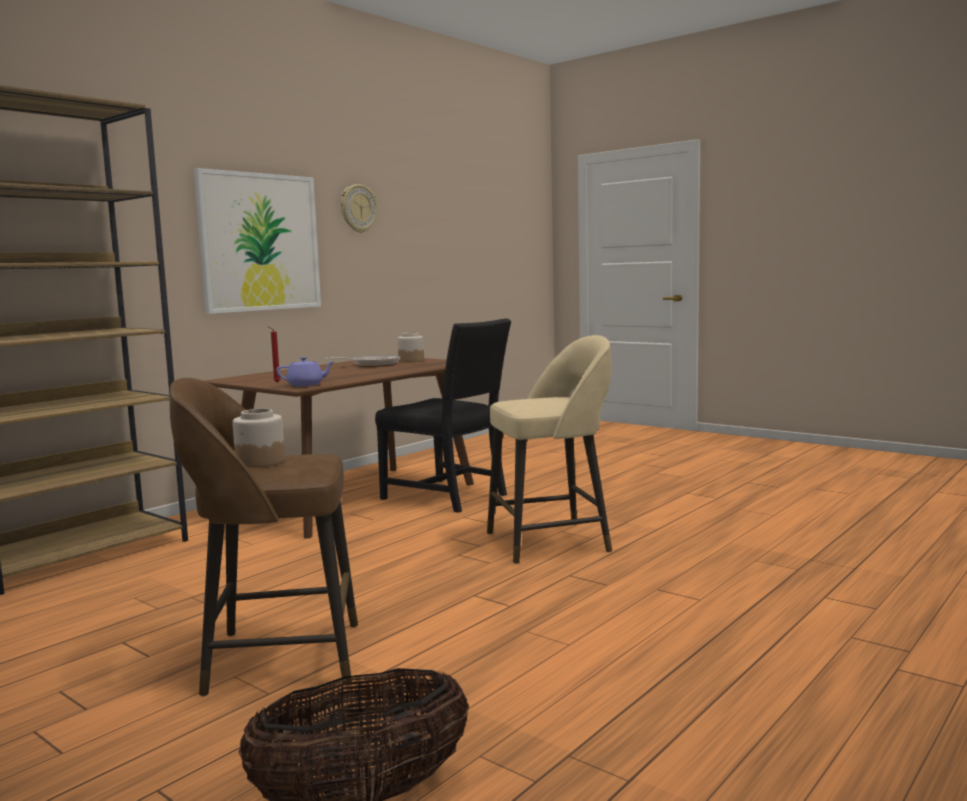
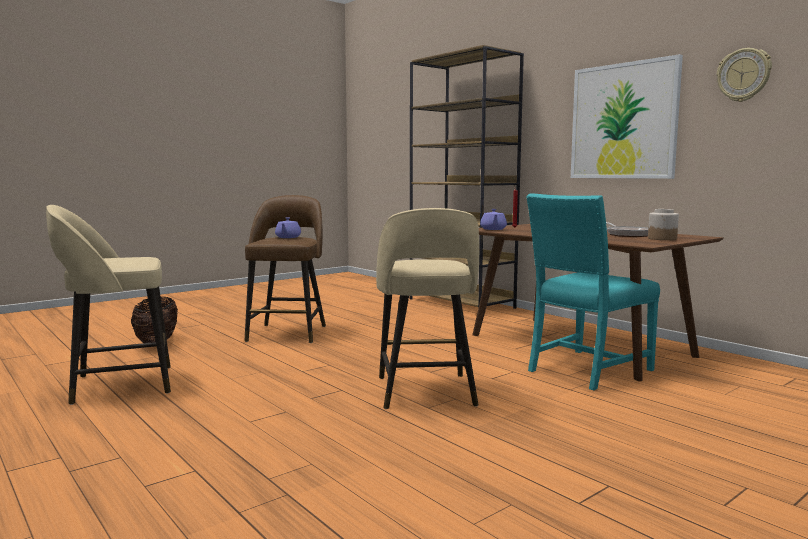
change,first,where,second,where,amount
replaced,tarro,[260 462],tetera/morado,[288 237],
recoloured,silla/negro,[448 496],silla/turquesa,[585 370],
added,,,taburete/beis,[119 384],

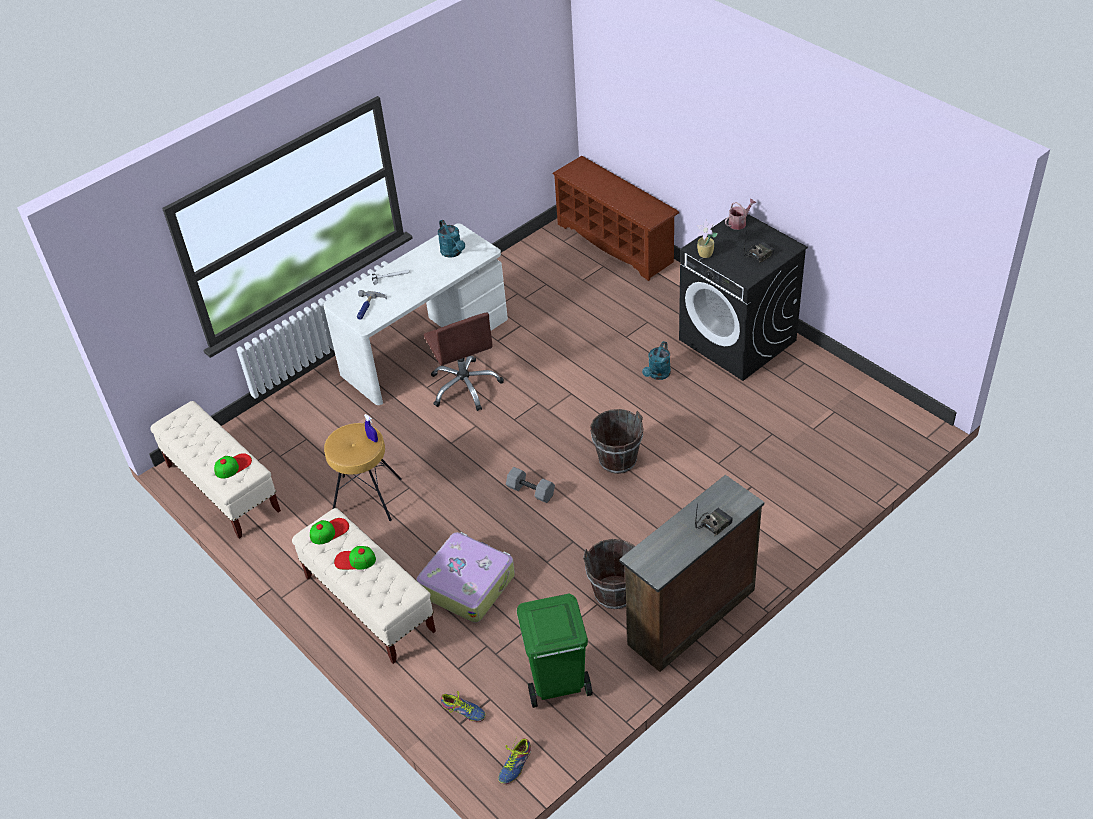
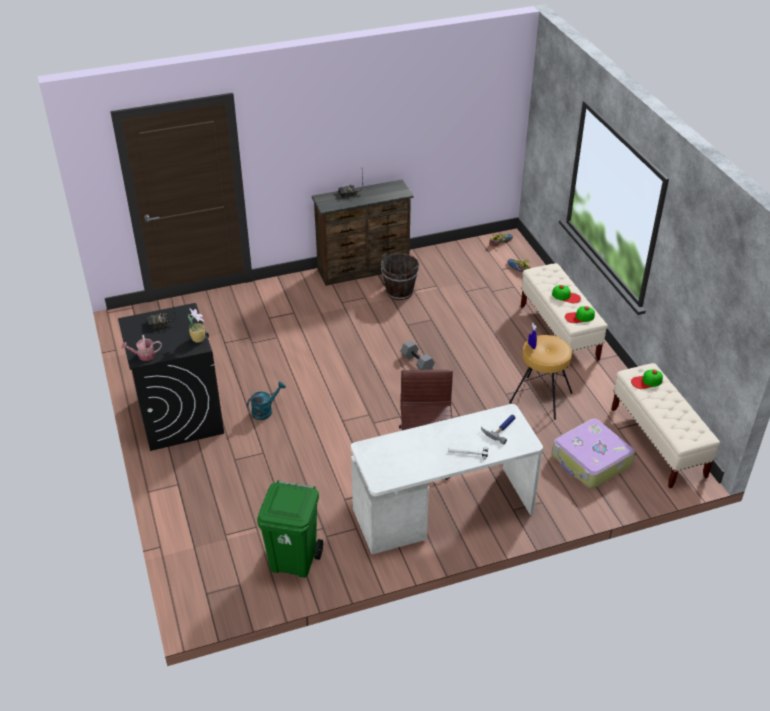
change,first,where,second,where,amount
moved,maleta,[467 584],,[590 461],
removed,regadera/turquesa,[453 253],,,
moved,papelera/verde,[557 684],,[294 561],
removed,zapatero/marrón,[616 243],,,
removed,cubo/marrón,[617 460],,,

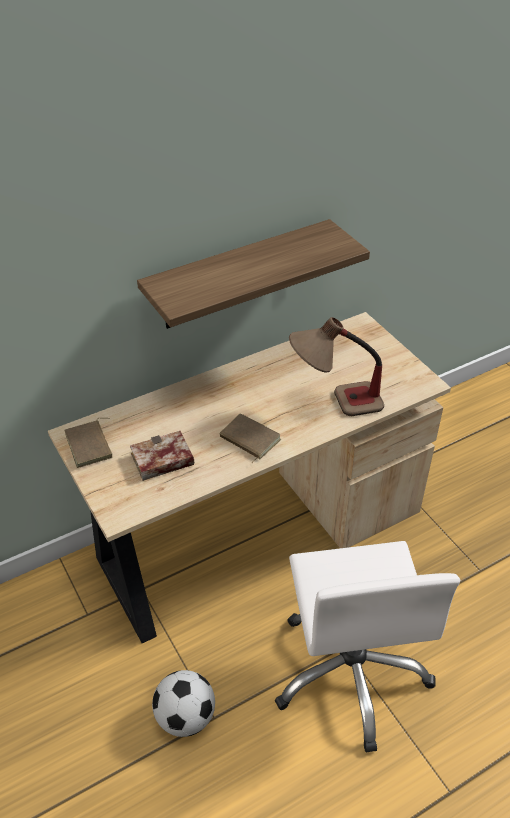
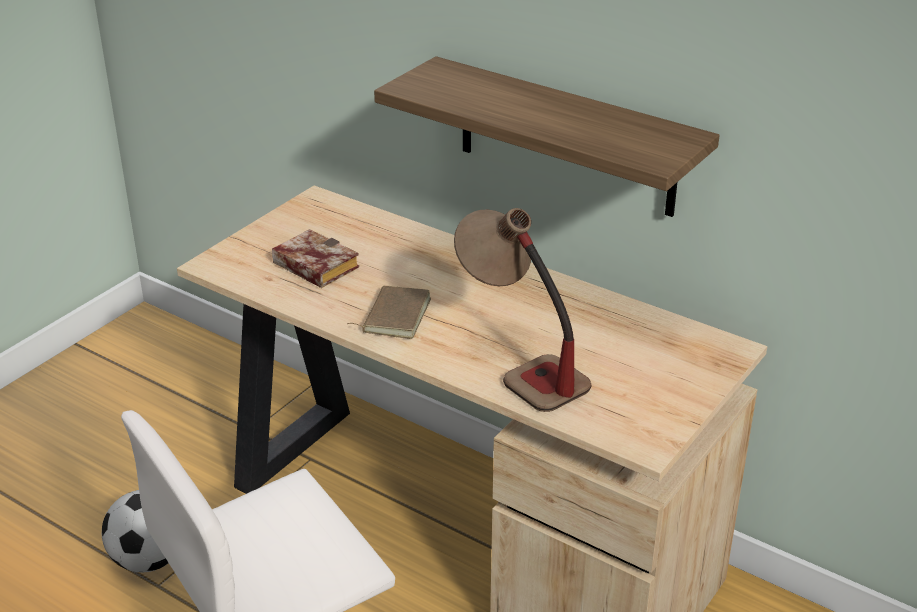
change,first,where,second,where,amount
removed,libro/marrón,[90 445],,,

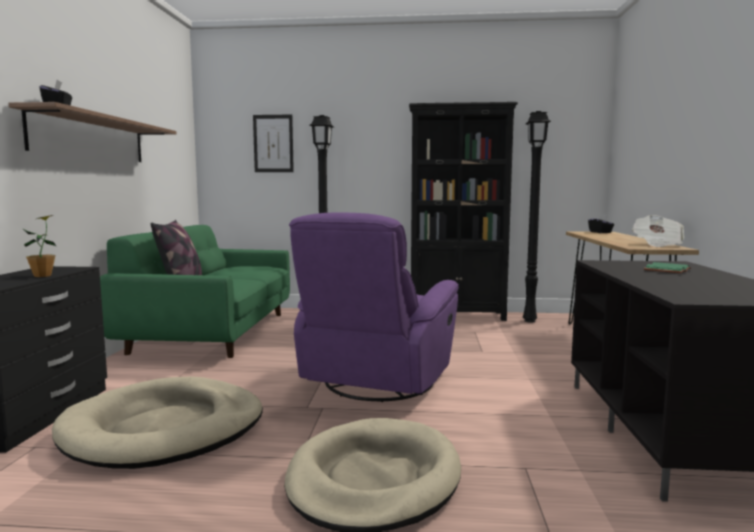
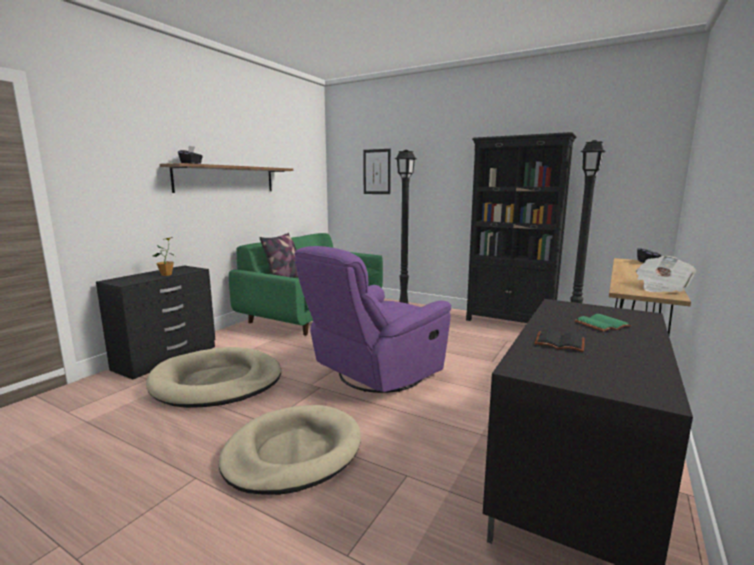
change,first,where,second,where,amount
added,,,libro/negro,[560 342],

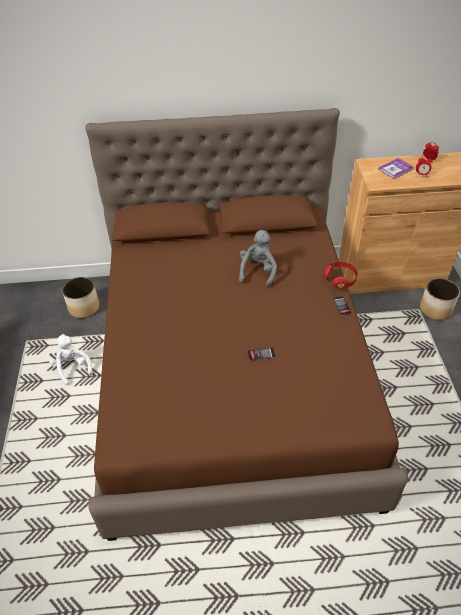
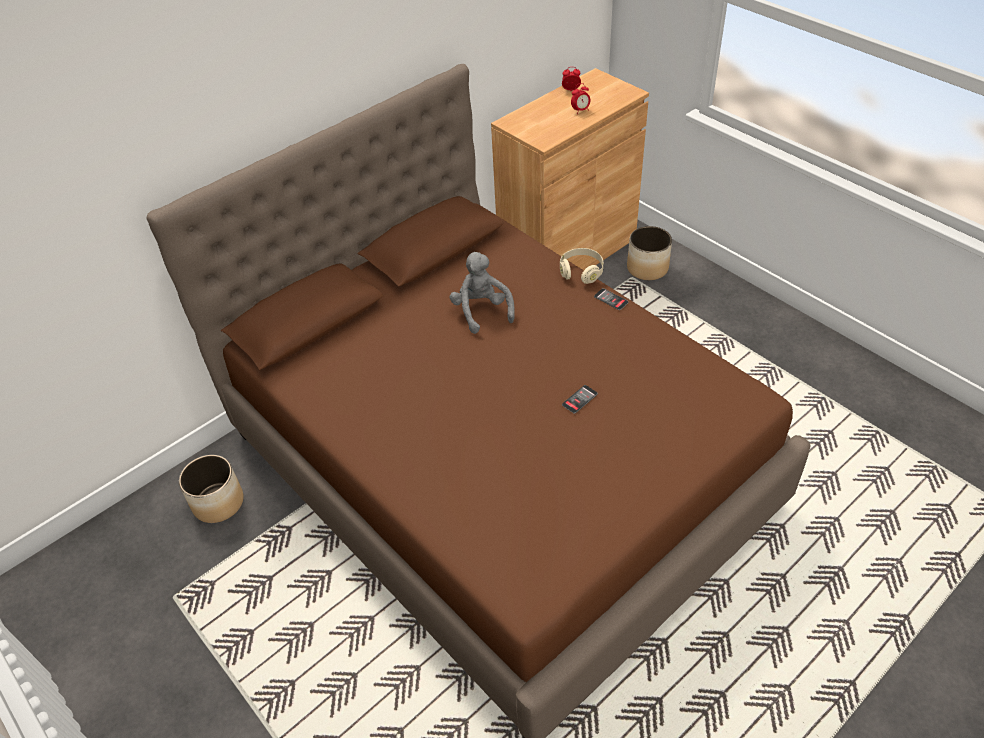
change,first,where,second,where,amount
removed,peluche/blanco,[72 368],,,
recoloured,auriculares/rojo,[340 279],auriculares/beis,[581 272],
removed,libro,[395 169],,,

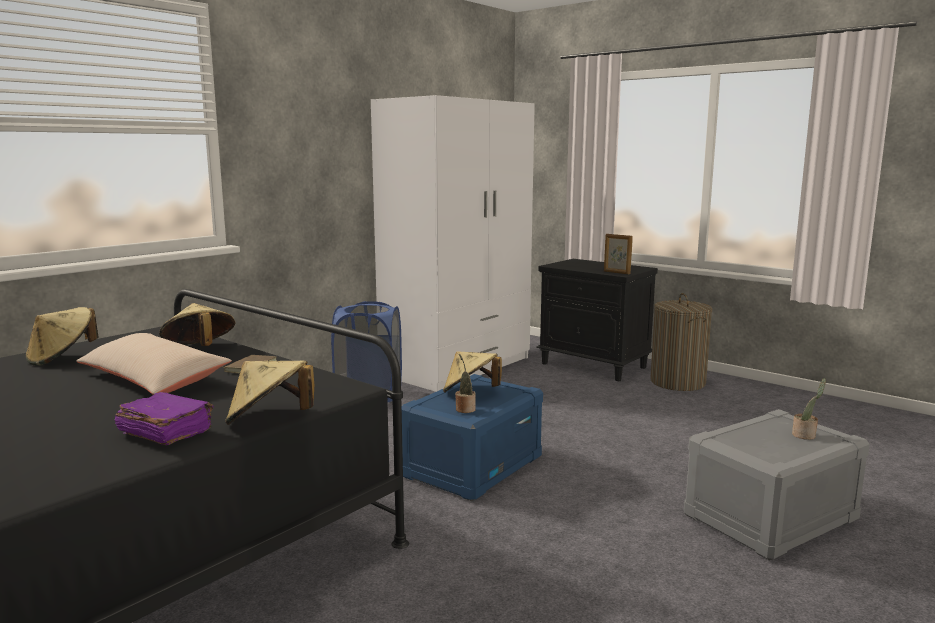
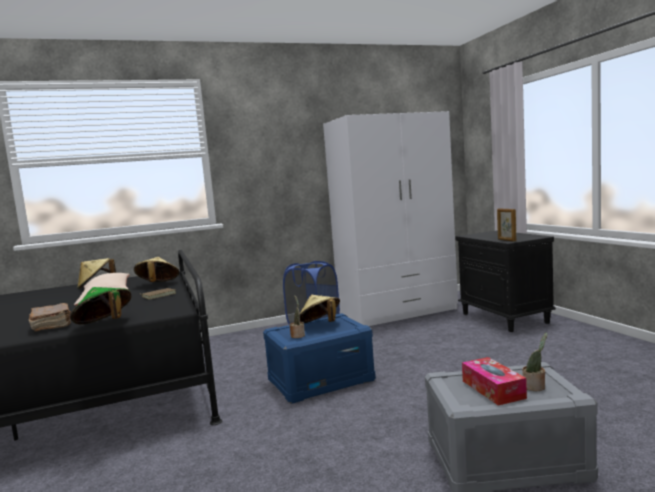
change,first,where,second,where,amount
recoloured,libro/morado,[165 433],libro/marrón,[52 326],
recoloured,sombrero/beis,[269 420],sombrero/verde,[104 324],
removed,cesto de la ropa,[678 382],,,
added,,,caja de pañuelos,[493 389],

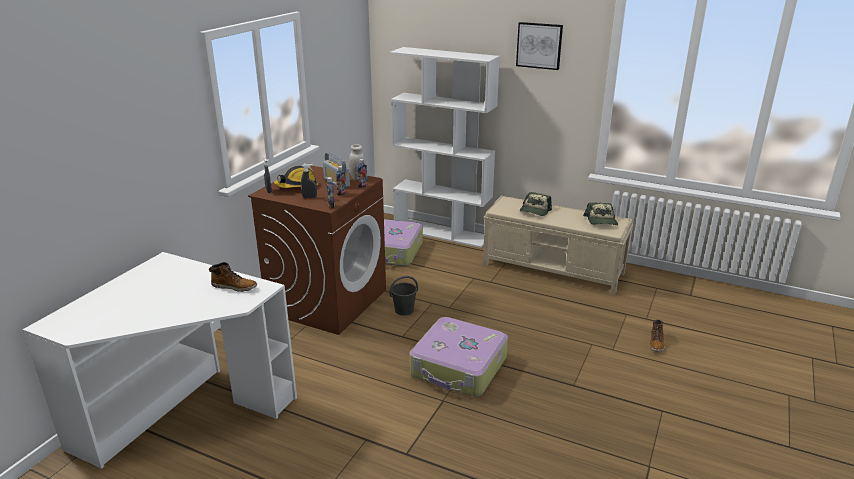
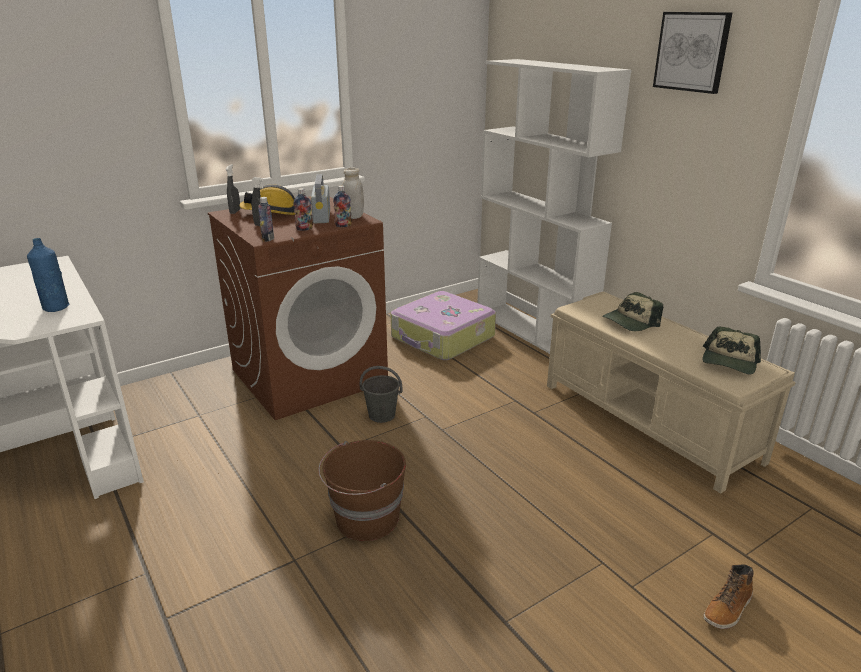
change,first,where,second,where,amount
replaced,bota,[235 286],botella/azul,[56 308],
replaced,maleta,[459 367],cubo/marrón,[366 519],

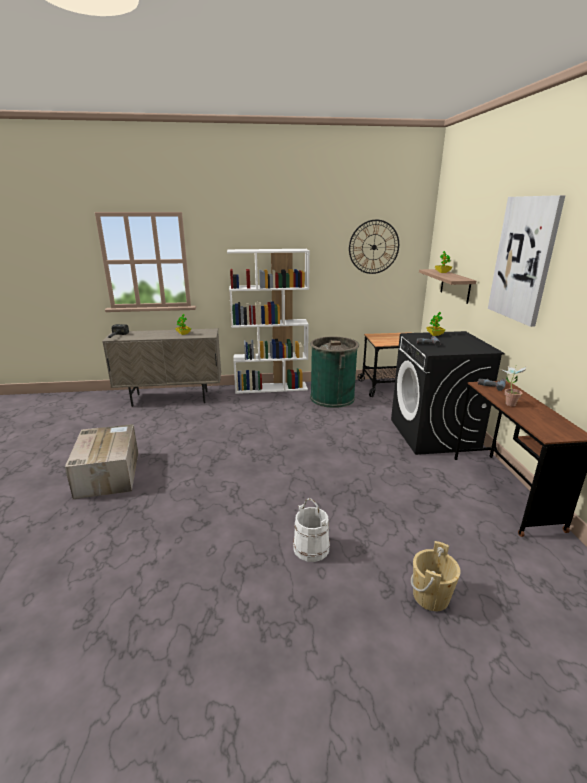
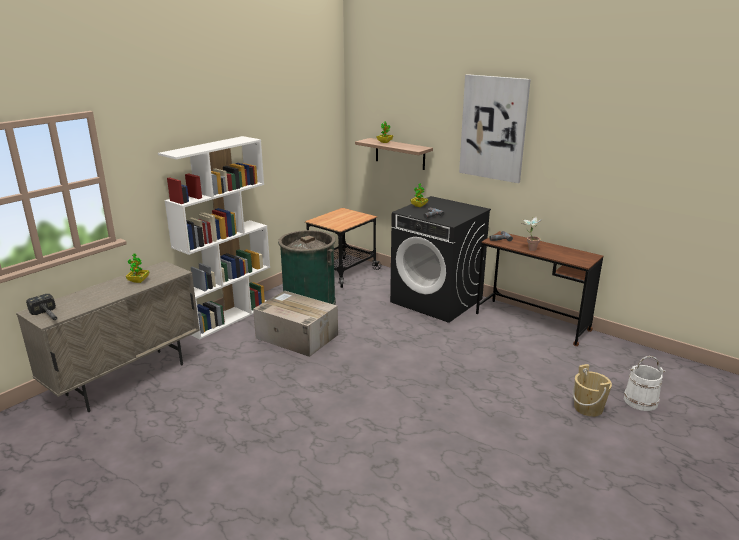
change,first,where,second,where,amount
moved,caja de cartón,[108 473],,[296 336],
moved,cubo/blanco,[311 548],,[640 401],
removed,reloj de pared,[374 247],,,

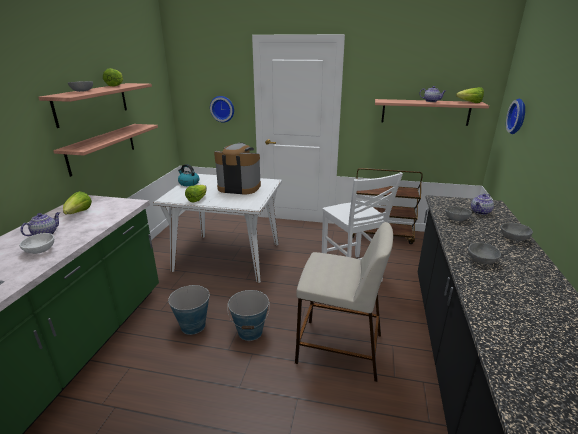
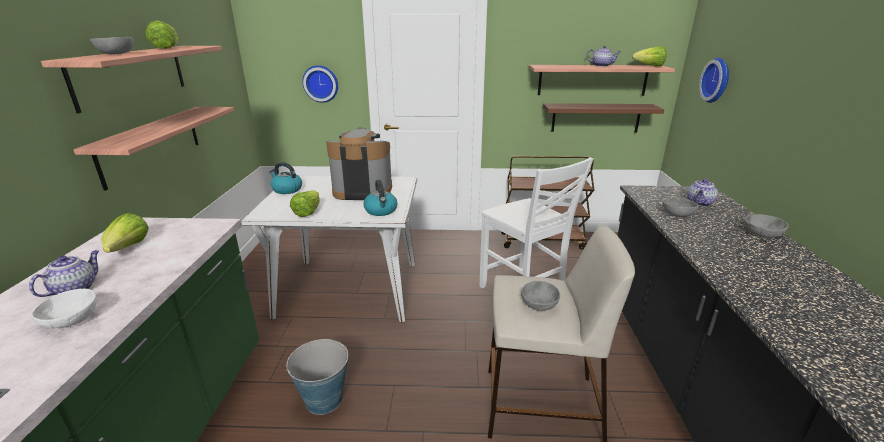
change,first,where,second,where,amount
removed,cubo,[250 331],,,
moved,cuenco/gris,[482 261],,[540 305],
added,,,hervidor,[381 211],
added,,,estante/marrón,[595 117],

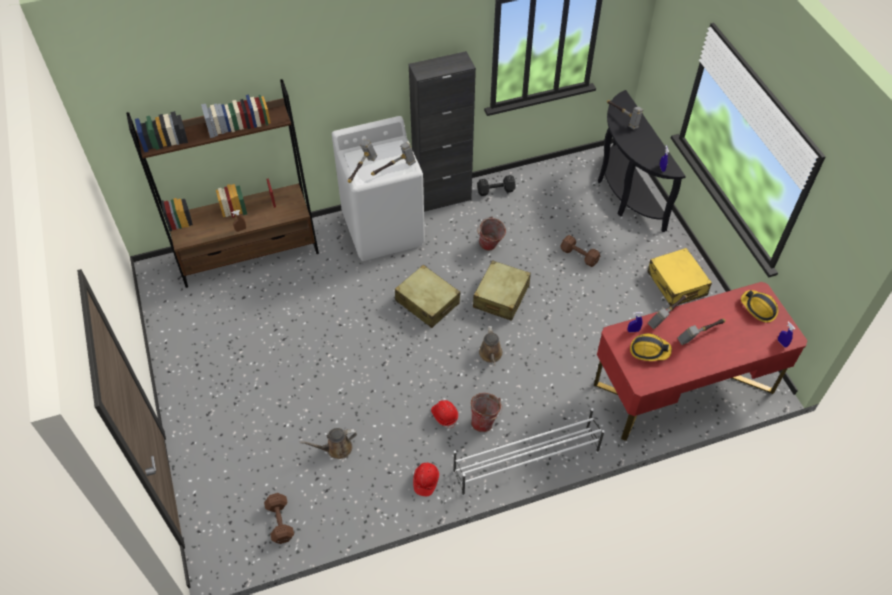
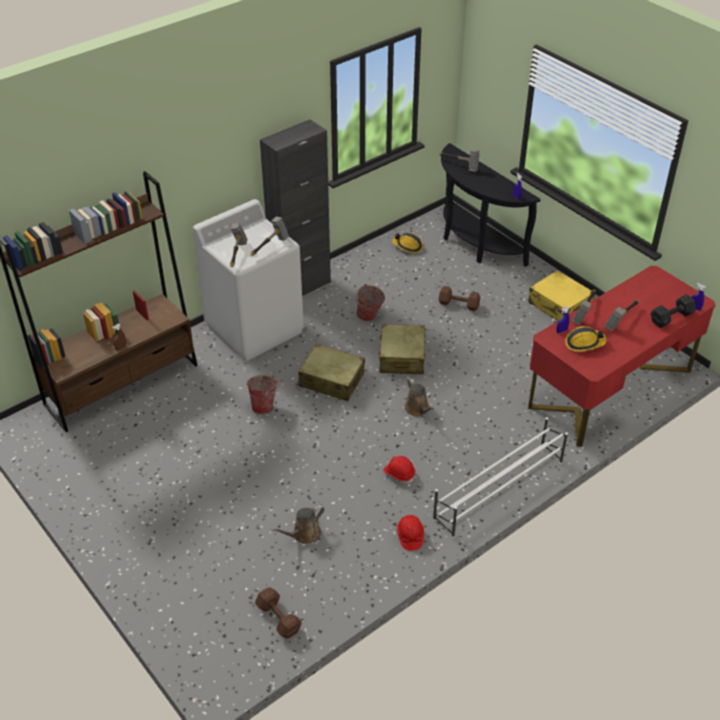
change,first,where,second,where,amount
moved,cubo,[485 421],,[264 406],
moved,mancuerna/negro,[496 191],,[672 318],
moved,casco,[758 308],,[407 246],

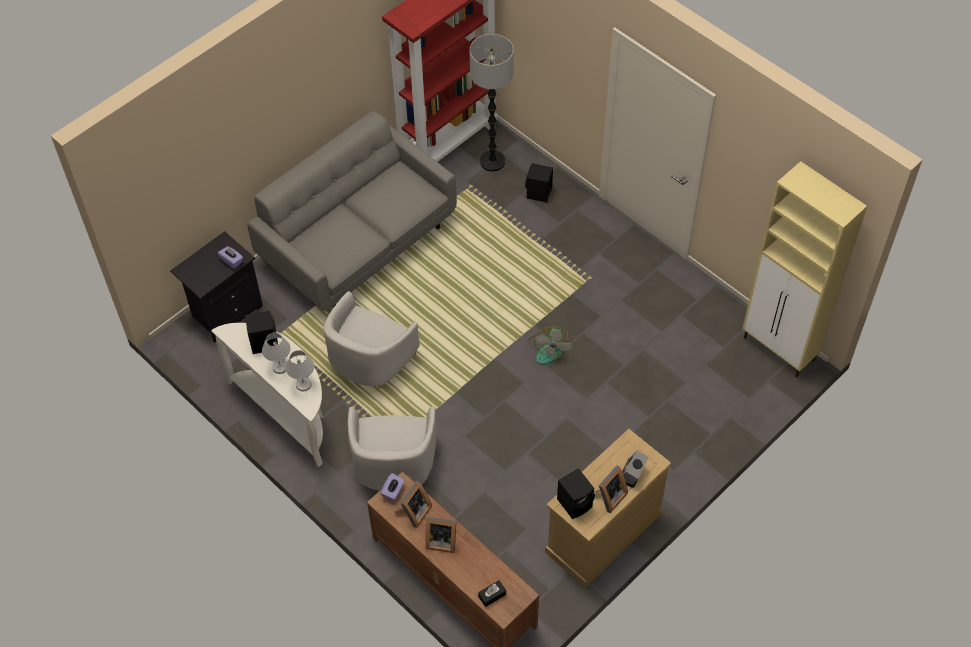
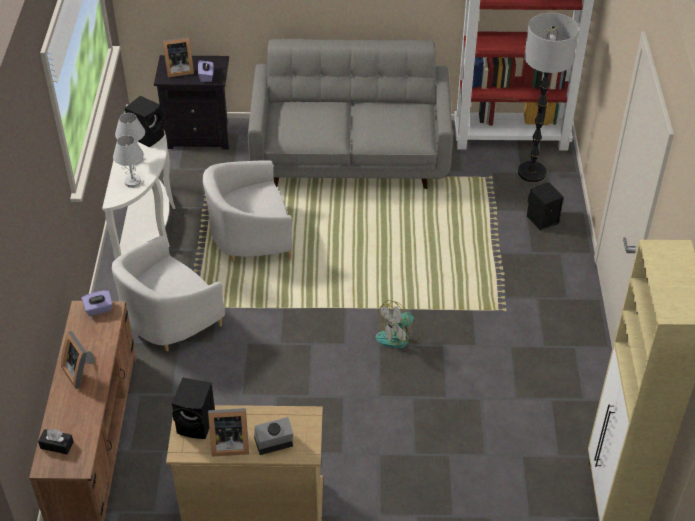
change,first,where,second,where,amount
moved,portarretratos,[413 512],,[178 70],

